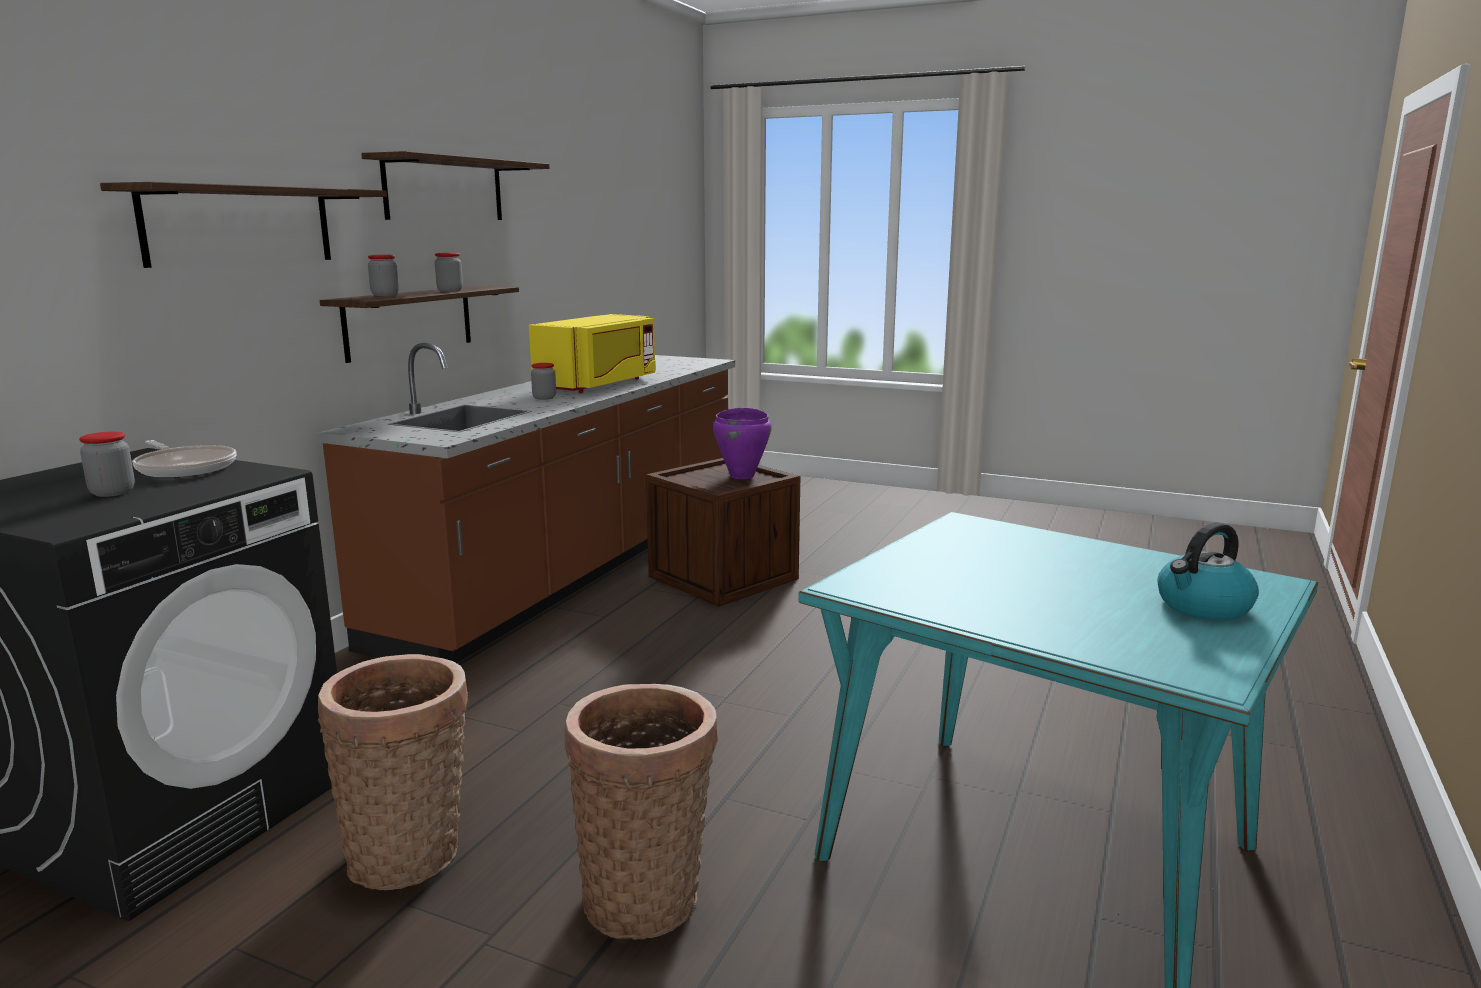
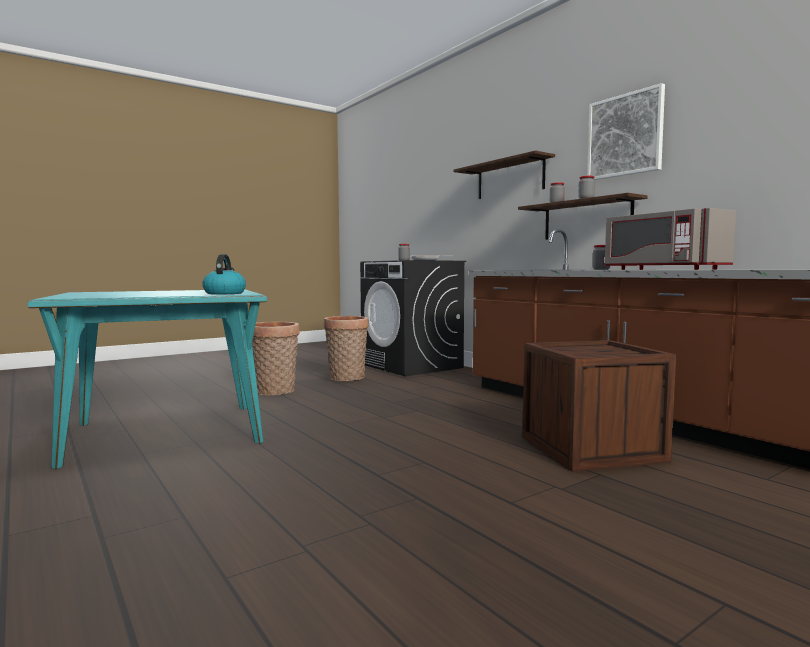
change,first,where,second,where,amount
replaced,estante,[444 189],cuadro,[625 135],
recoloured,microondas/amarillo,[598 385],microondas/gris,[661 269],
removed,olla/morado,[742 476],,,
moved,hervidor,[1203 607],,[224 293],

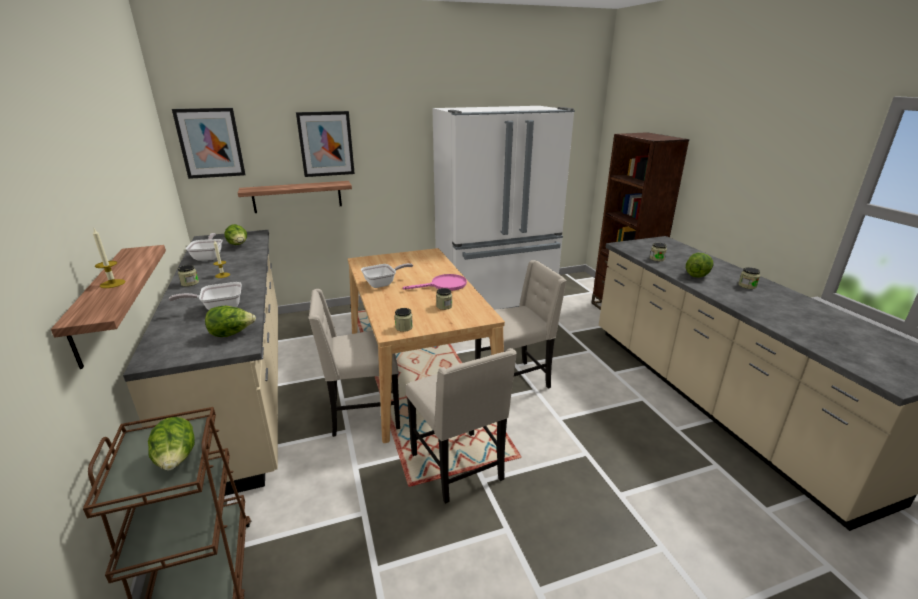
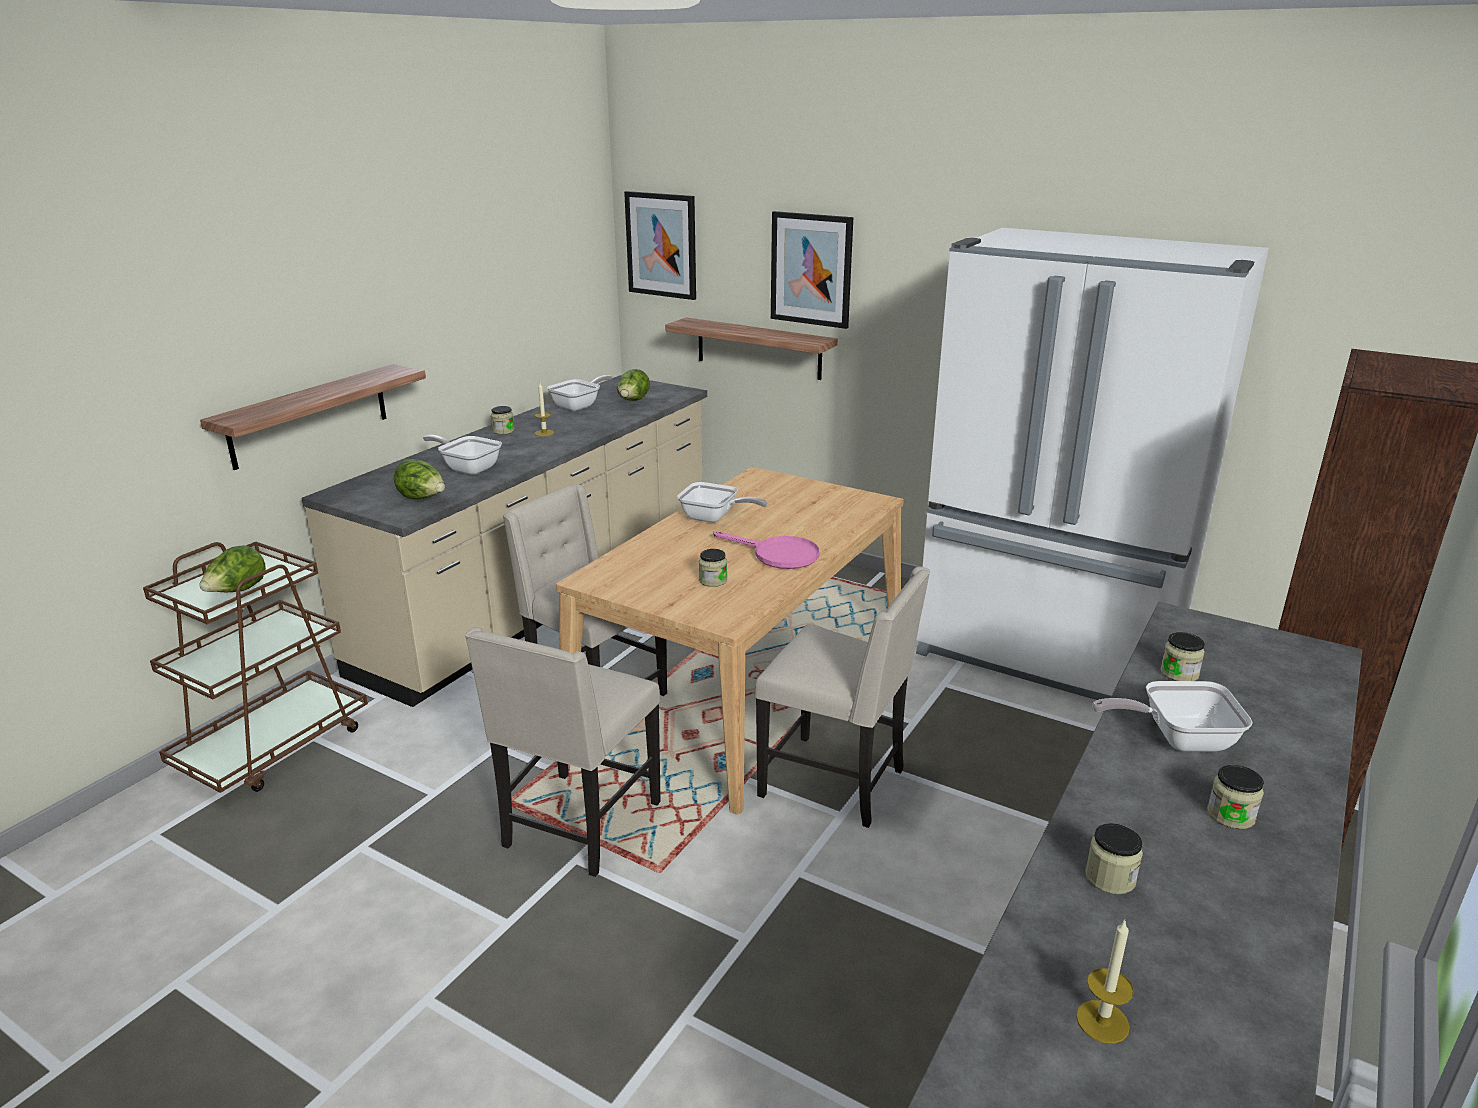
change,first,where,second,where,amount
moved,vela,[112 283],,[1102 1021],
moved,tarro,[404 327],,[1110 877],
replaced,lechuga,[697 274],sartén,[1177 738],

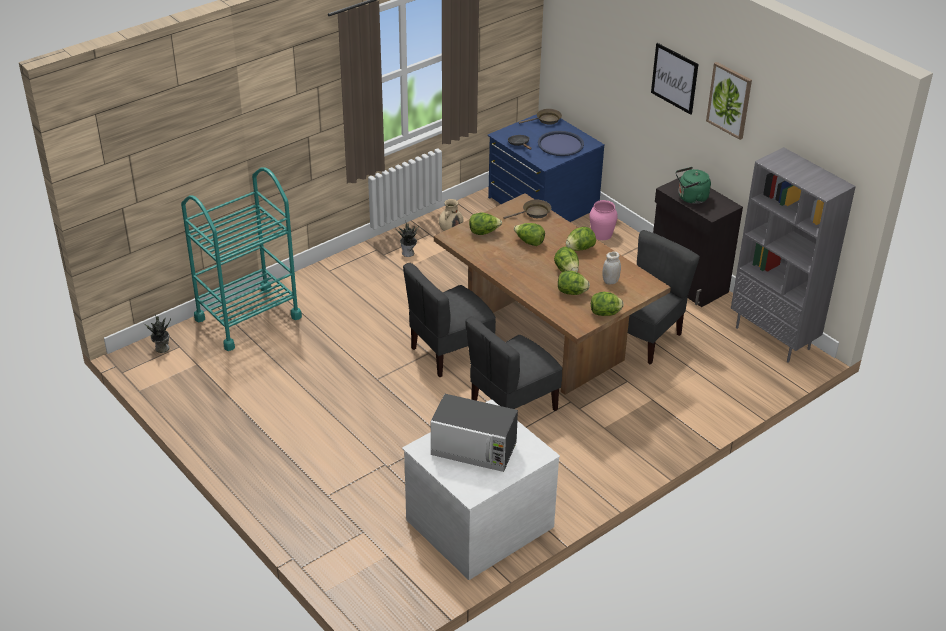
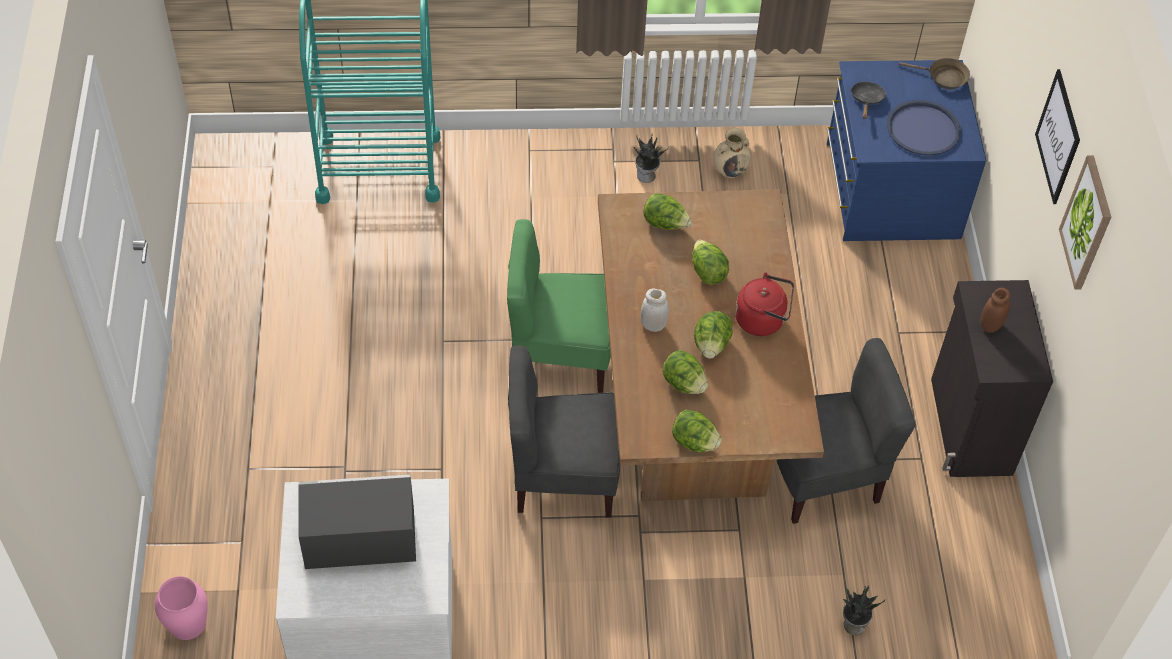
change,first,where,second,where,amount
moved,planta en maceta,[161 348],,[853 624],
recoloured,silla/gris,[450 353],silla/verde,[561 354],
turned,microondas,[474 450],,[359 539],120 degrees clockwise
removed,sartén/marrón,[534 213],,,
replaced,lechuga,[579 249],hervidor/rojo,[763 320],
moved,florero/rosa,[602 234],,[188 623],
moved,tarro/blanco,[610 281],,[653 325],
replaced,hervidor/verde,[691 198],tarro/marrón,[990 325],
removed,estantería/gris,[773 338],,,

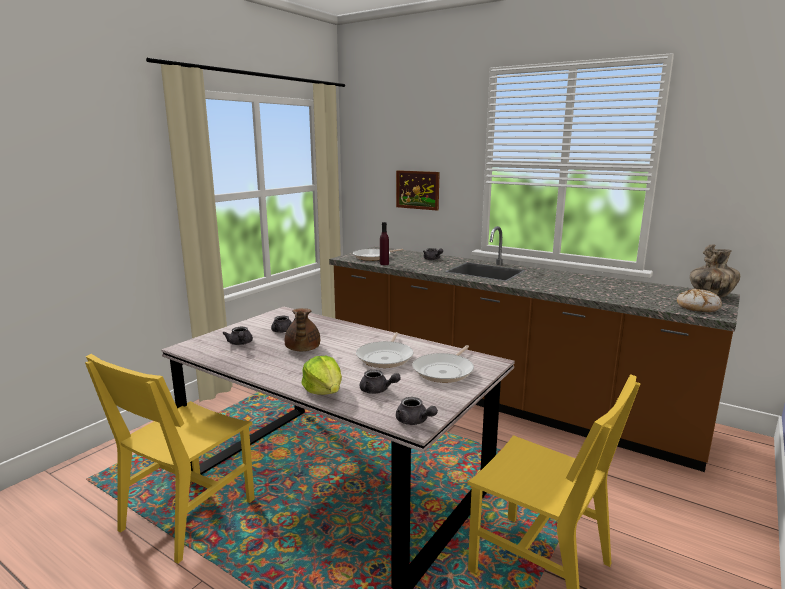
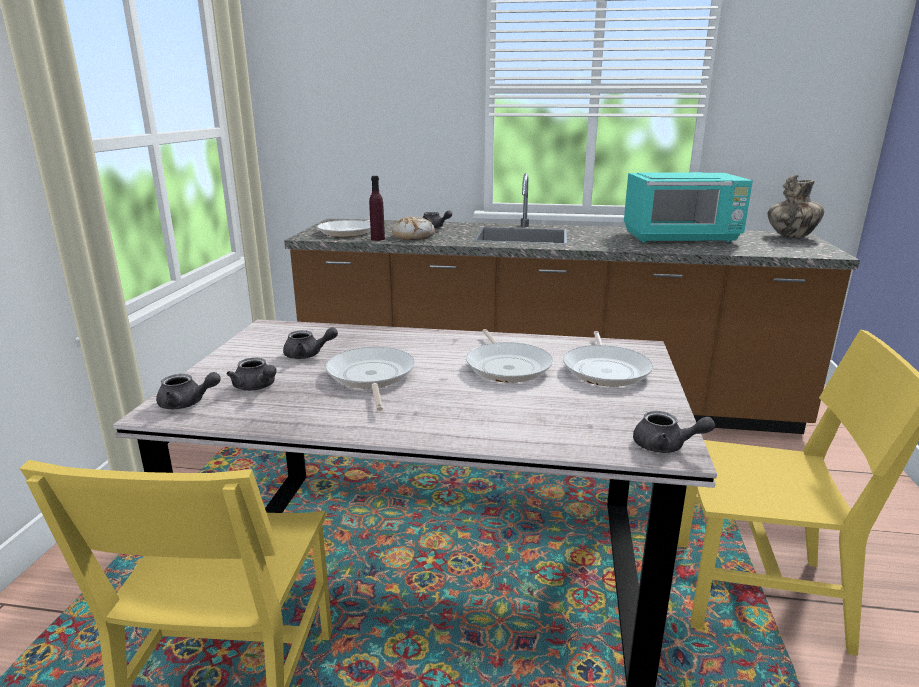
change,first,where,second,where,amount
replaced,tetera/marrón,[302 349],sartén,[371 377],
removed,lechuga,[324 391],,,
moved,tetera/gris,[377 390],,[187 403],
removed,cuadro,[417 190],,,
moved,pan,[698 307],,[413 236],
added,,,microondas/turquesa,[681 238],

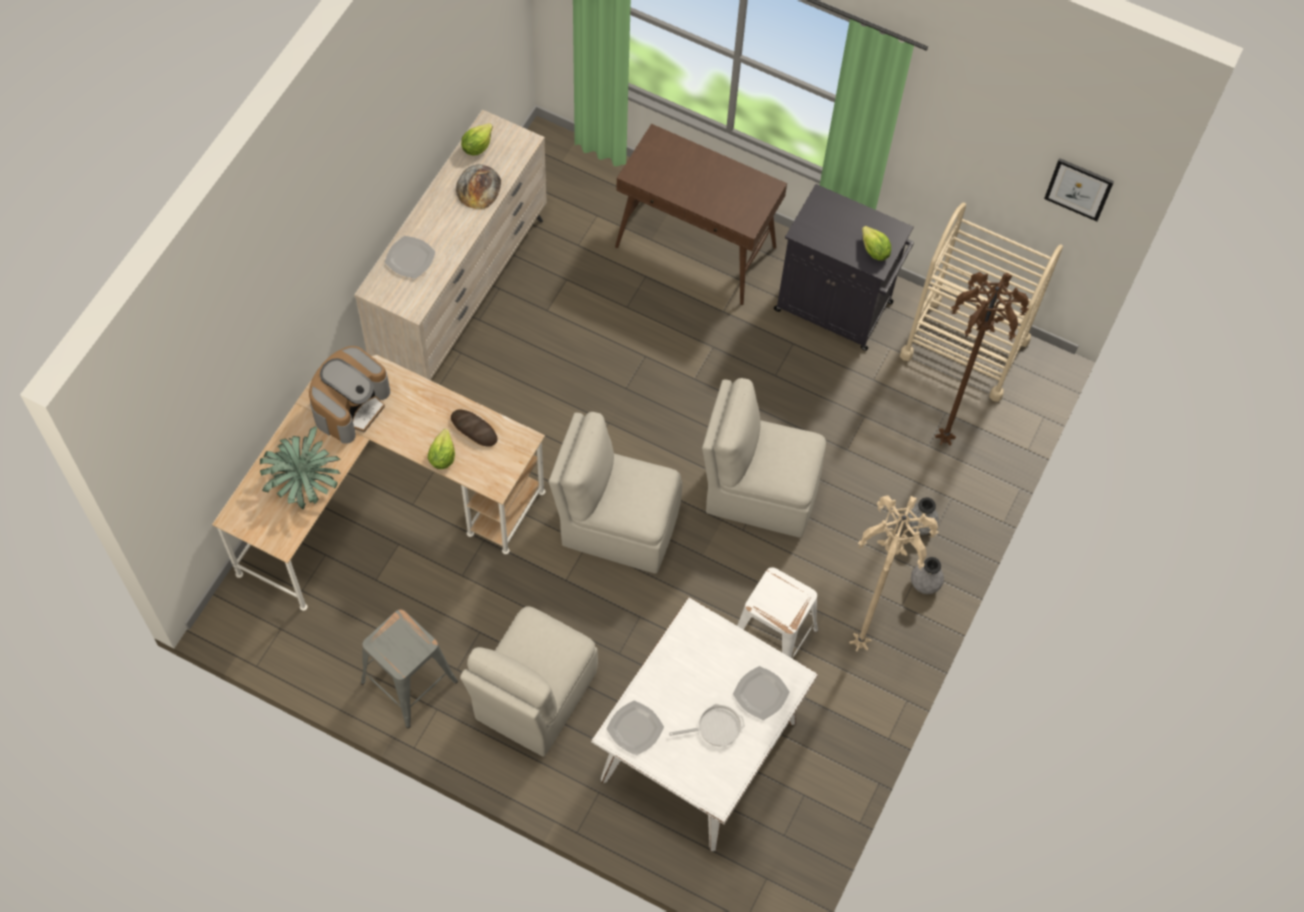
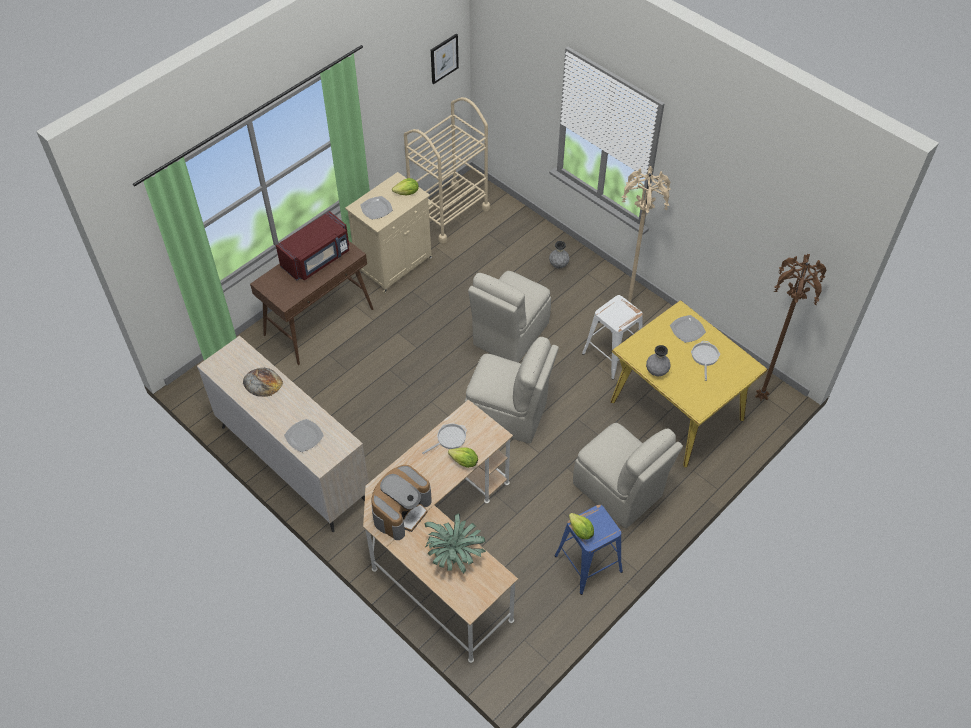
change,first,where,second,where,amount
turned,cafetera,[351 405],,[401 510],75 degrees clockwise
recoloured,taburete/gris,[408 682],taburete/azul,[588 564],
replaced,pan,[474 429],sartén,[449 439],
moved,lechuga,[477 146],,[580 531],
turned,silla/beis,[617 525],,[508 415],105 degrees counterclockwise
recoloured,mesa de comedor/blanco,[698 751],mesa de comedor/amarillo,[677 410],
moved,plato,[635 728],,[376 209],
recoloured,armario/negro,[835 307],armario/beis,[395 264],
moved,florero/gris,[924 584],,[656 372],
moved,lámpara de pie/marrón,[942 438],,[759 398],
added,,,microondas/rojo,[317 259],

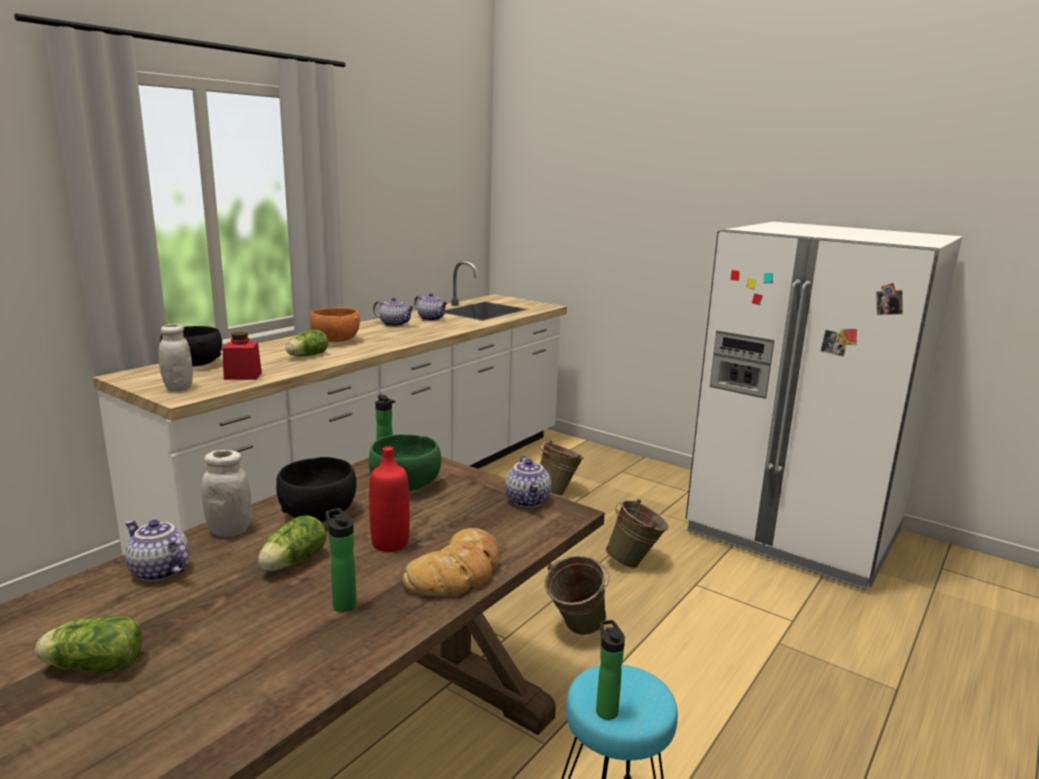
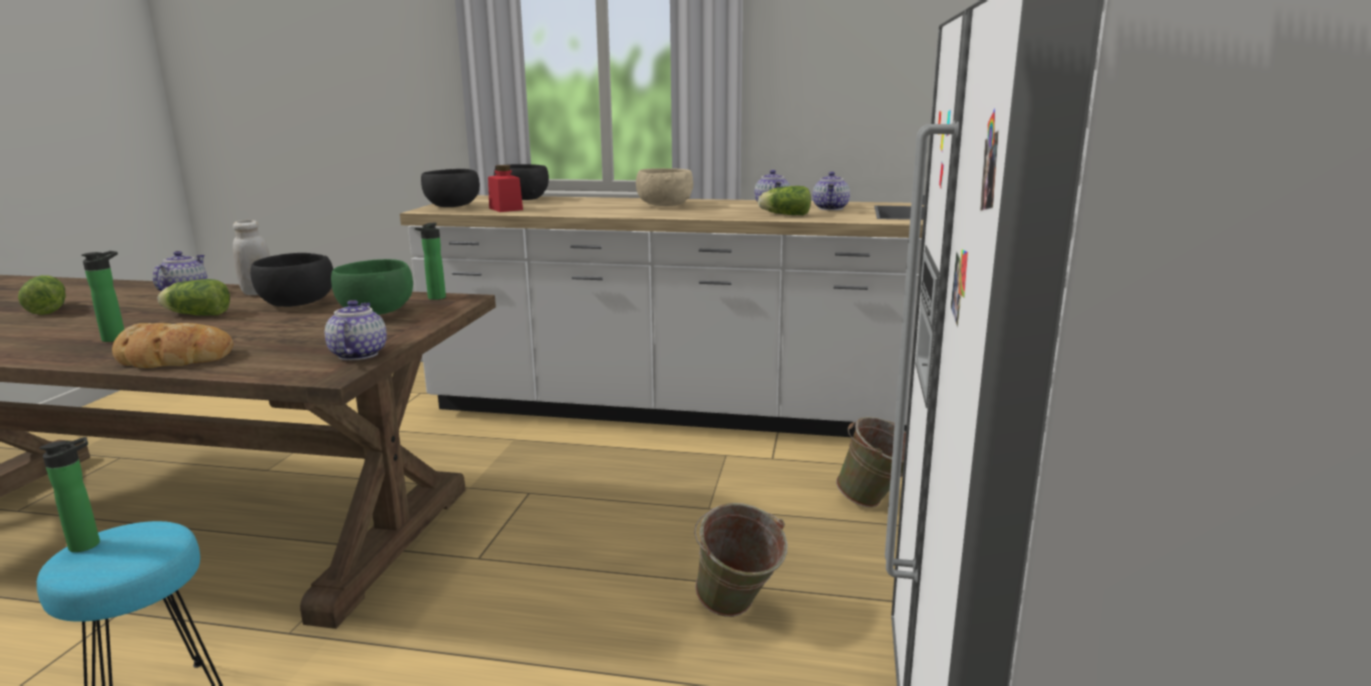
change,first,where,second,where,amount
replaced,tarro/blanco,[178 388],cuenco/negro,[453 206],
moved,lechuga,[306 356],,[784 214],
recoloured,cuenco/naranja,[335 341],cuenco/beis,[664 205],
removed,botella/rojo,[390 543],,,
turned,tetera,[528 501],,[357 354],120 degrees clockwise
removed,cubo/verde,[574 631],,,

